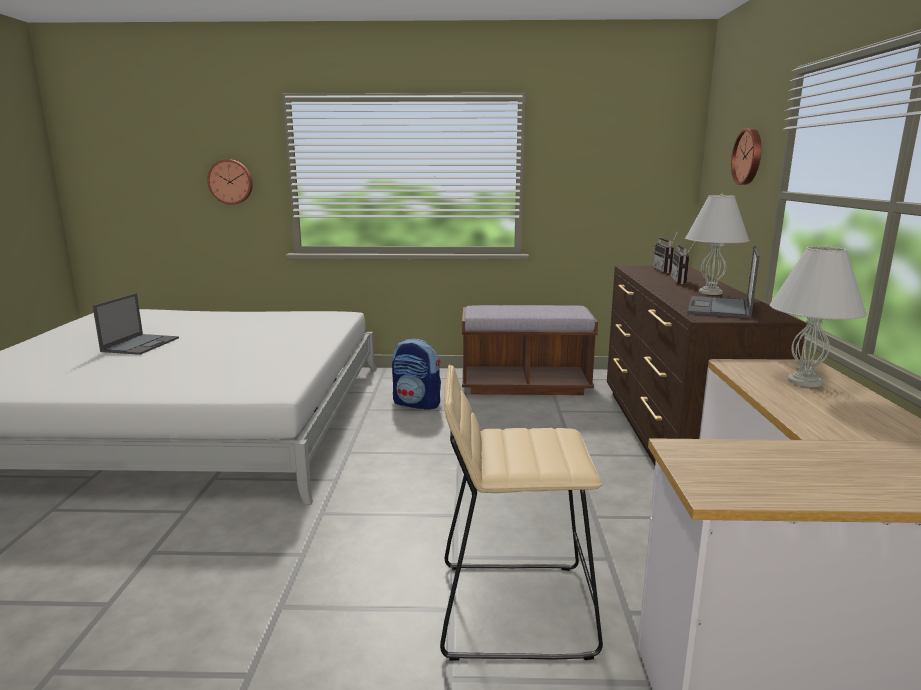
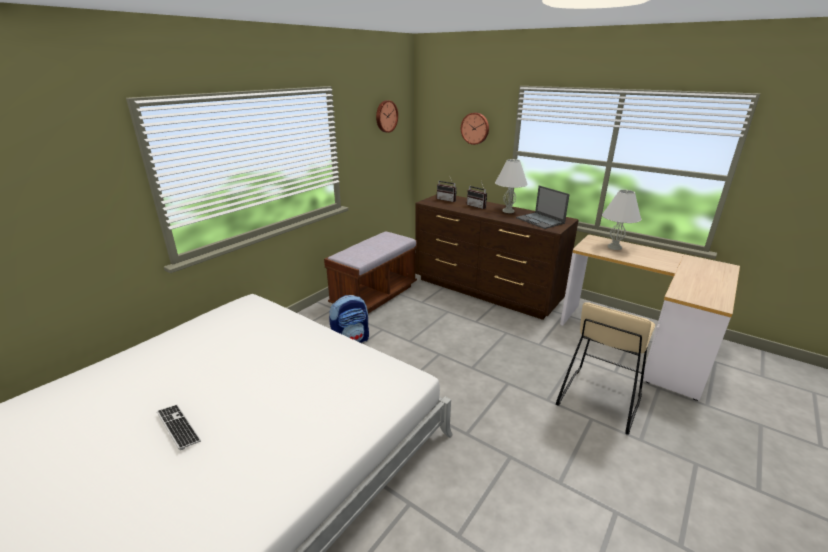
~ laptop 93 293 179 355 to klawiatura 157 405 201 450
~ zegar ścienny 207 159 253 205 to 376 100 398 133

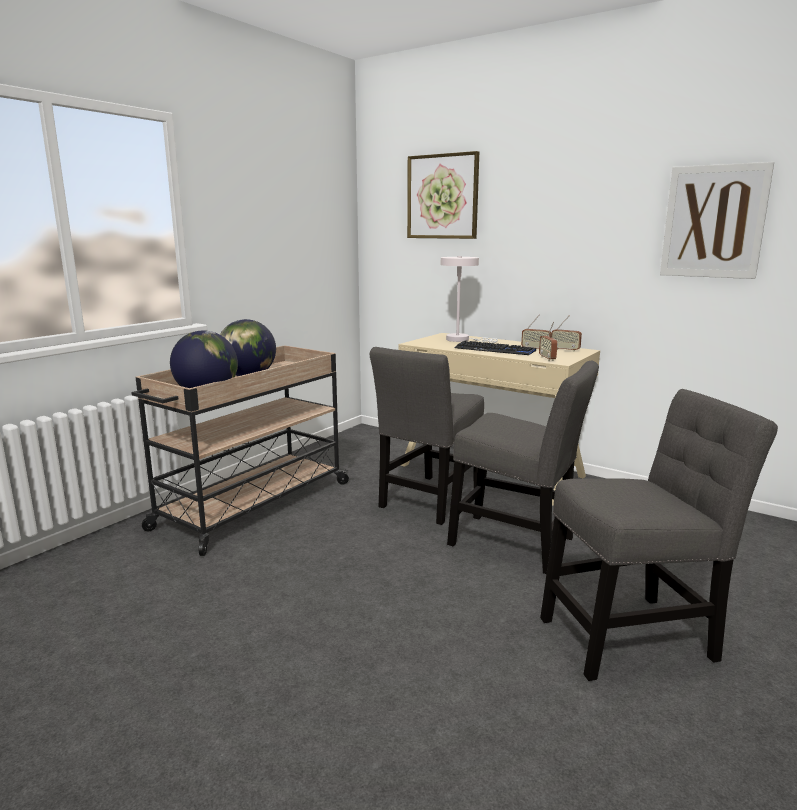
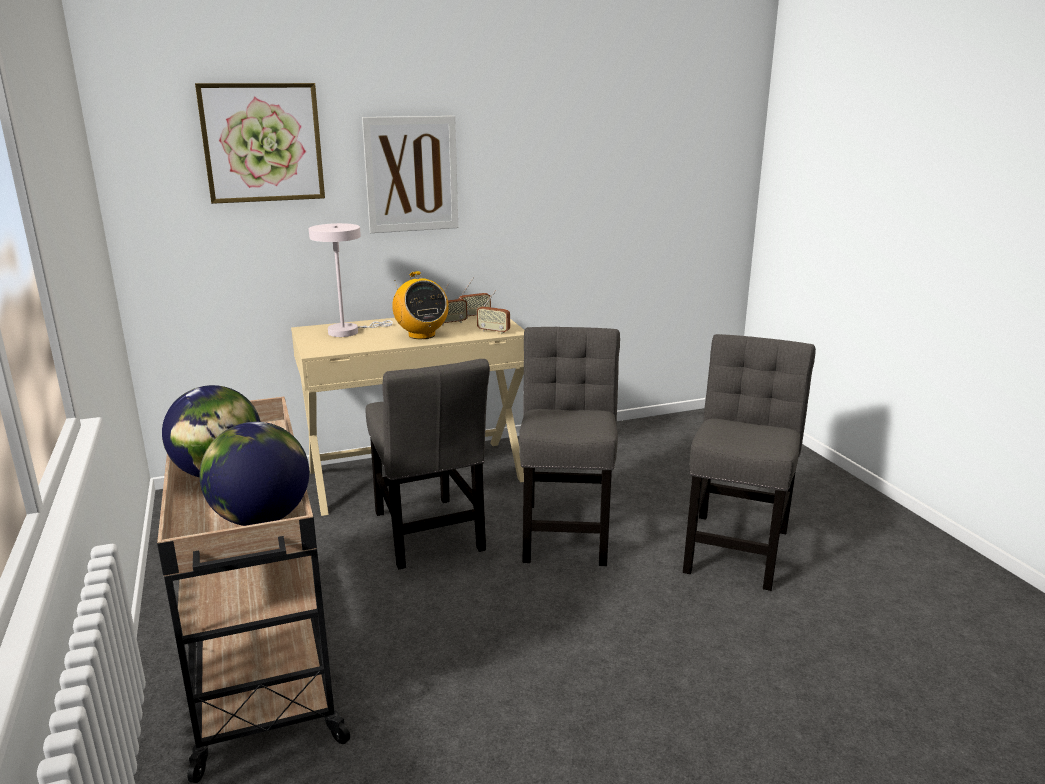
~ krzesło [szary] 447 361 599 574 = 519 327 620 566 60 degrees counterclockwise
~ klawiatura 455 341 536 355 to radio 392 271 449 339
~ obraz 660 162 774 279 to 362 116 458 233

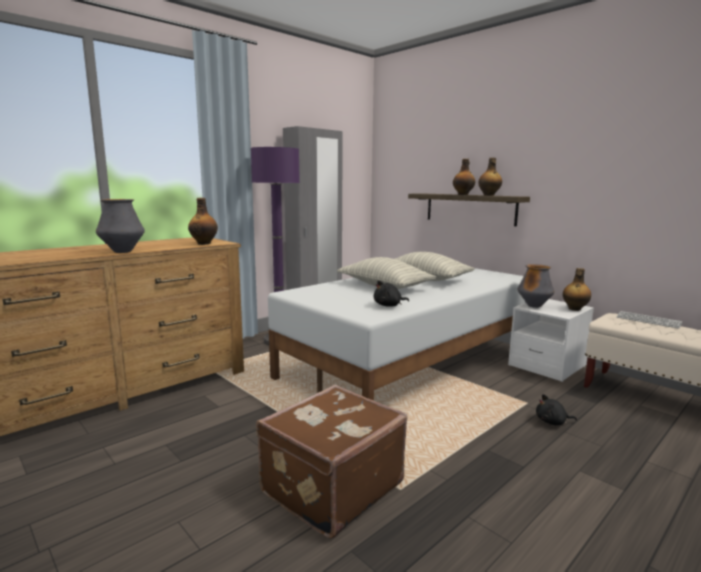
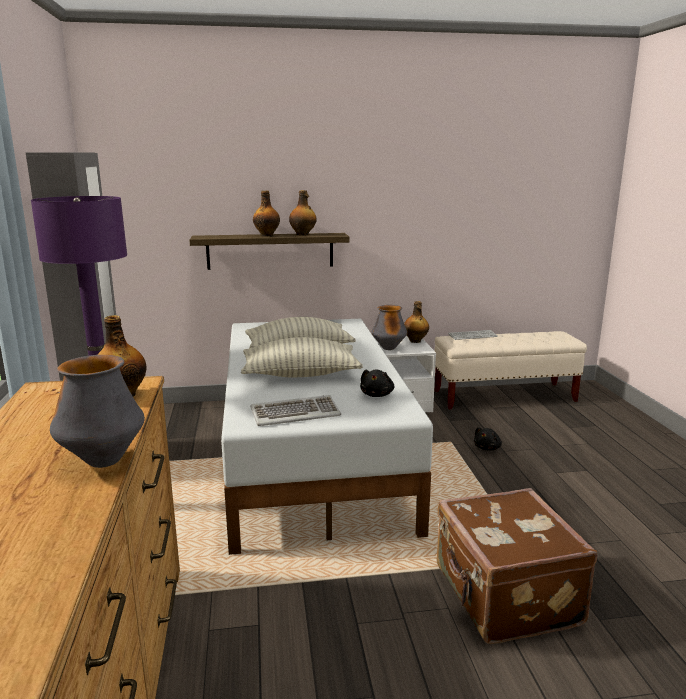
+ klawiatura 250 395 341 426

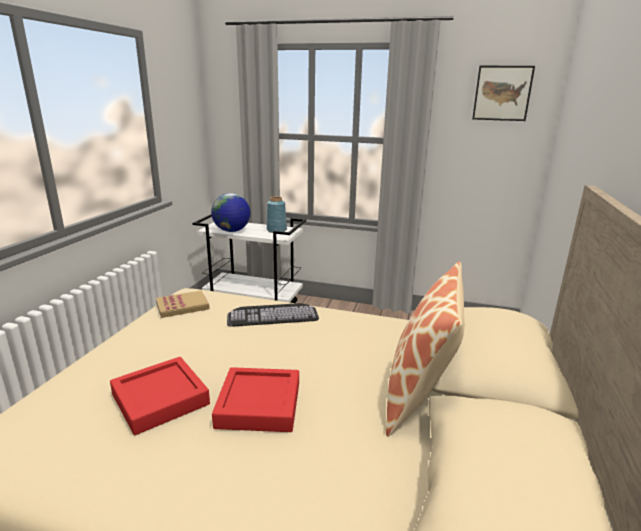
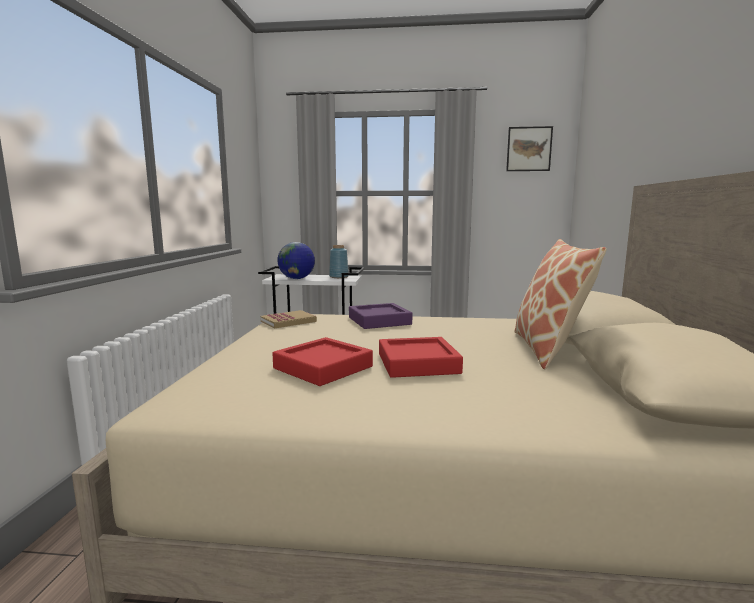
~ klawiatura 227 303 319 327 to taca [fioletowy] 349 303 412 329

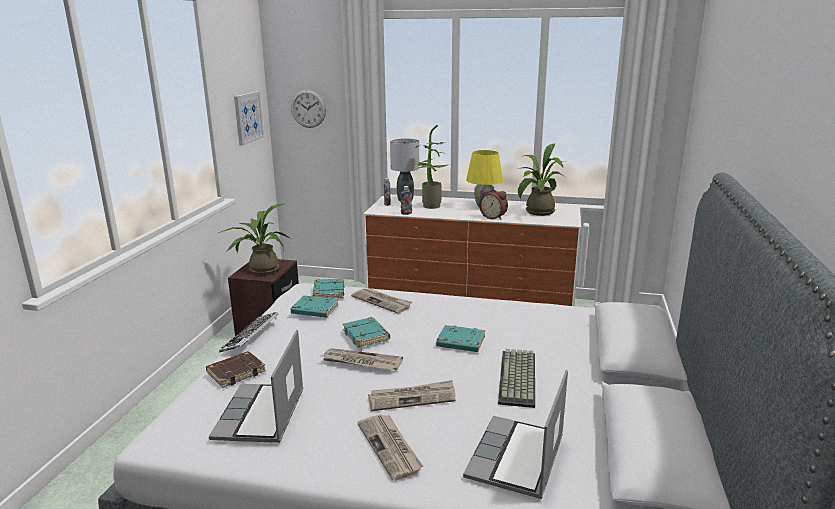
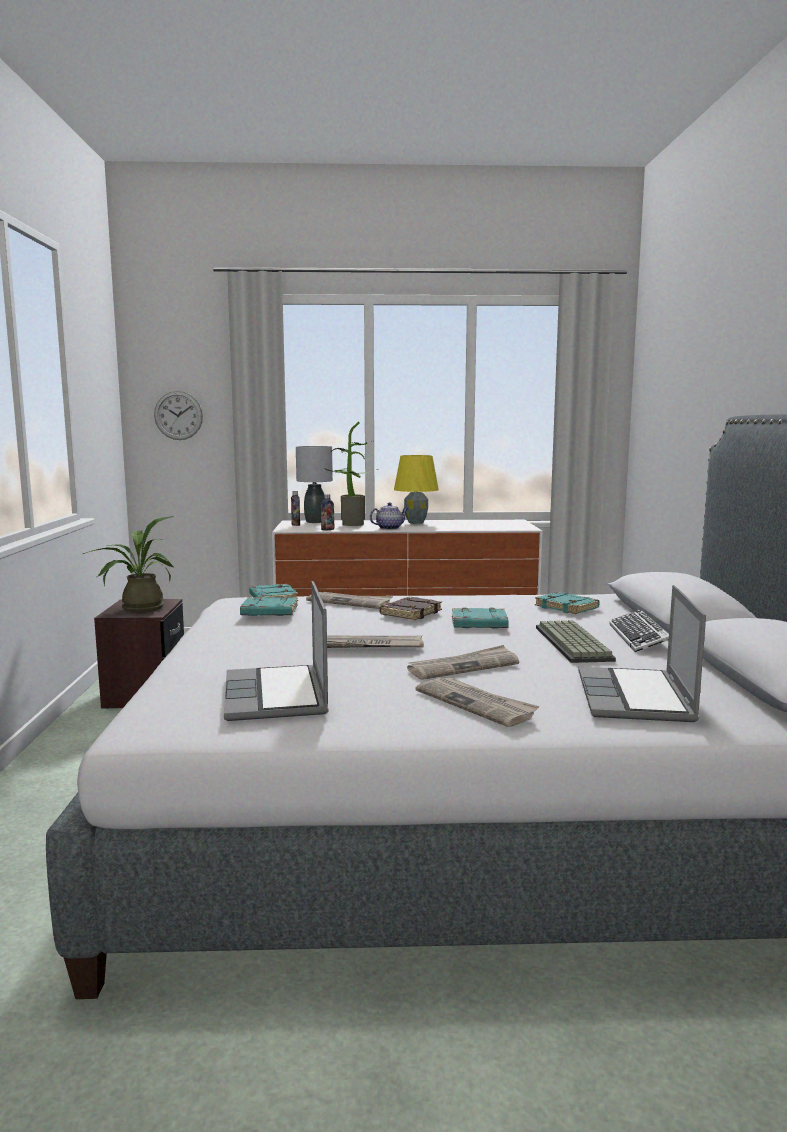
~ książka [brązowy] 206 351 266 388 to 380 597 442 620
~ klawiatura 219 312 278 353 to 609 610 669 652
- obraz 234 91 264 146
~ książka [turkusowy] 342 317 390 348 to 535 592 600 614
- budzik 479 188 508 220
- roślina doniczkowa 518 143 565 216
+ imbryk 370 502 408 530

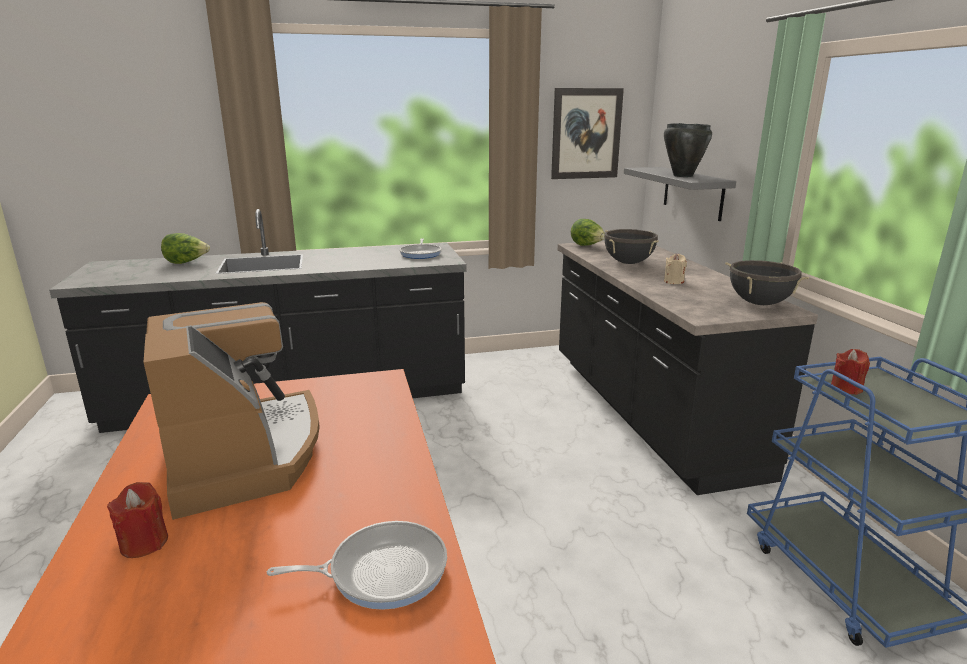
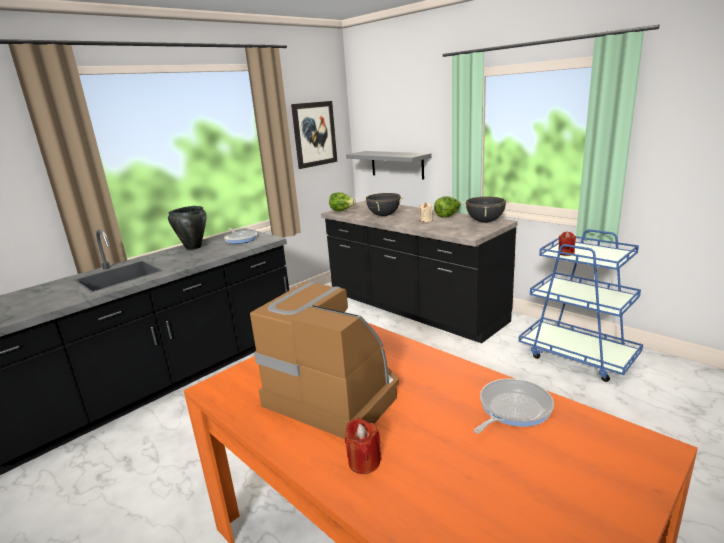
~ sałata 161 233 210 264 to 434 196 460 218
~ garnek [czarny] 664 123 712 177 to 168 206 207 250

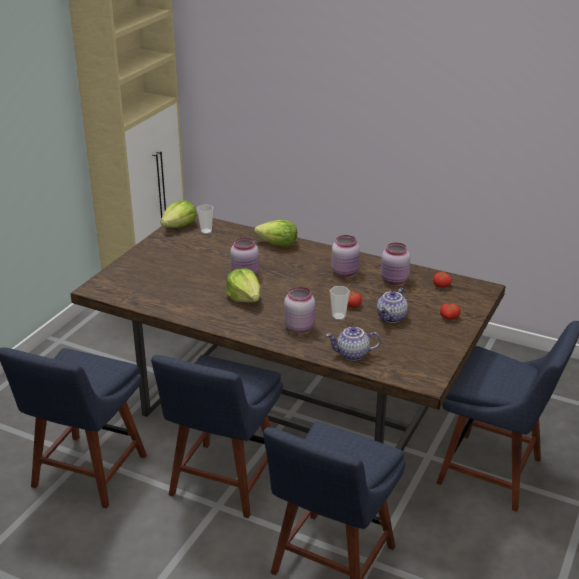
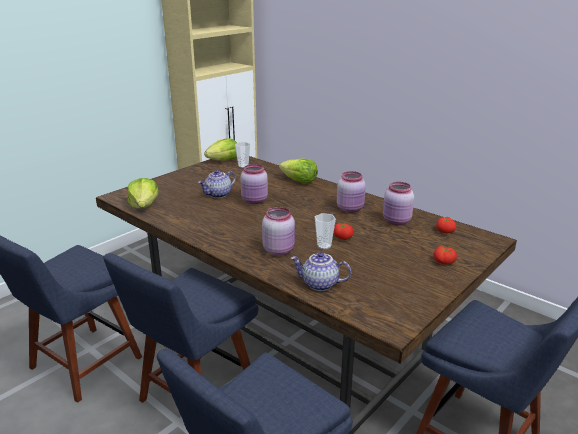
~ sałata 225 268 260 302 to 128 178 159 208
~ imbryk 377 288 408 323 to 198 170 236 198

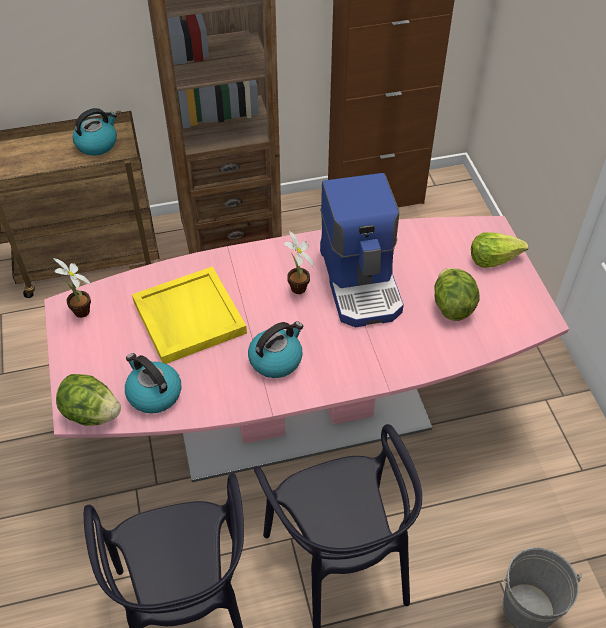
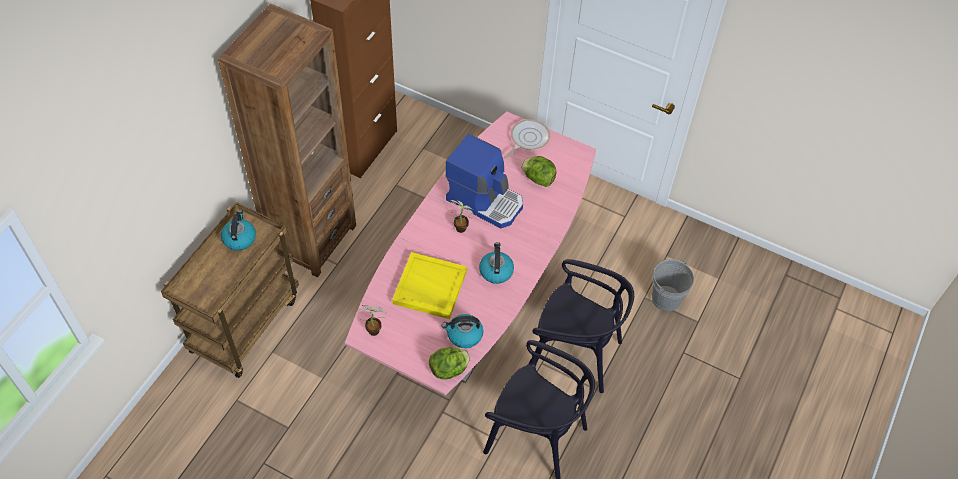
~ sałata 471 232 528 268 to patelnia 504 119 550 158

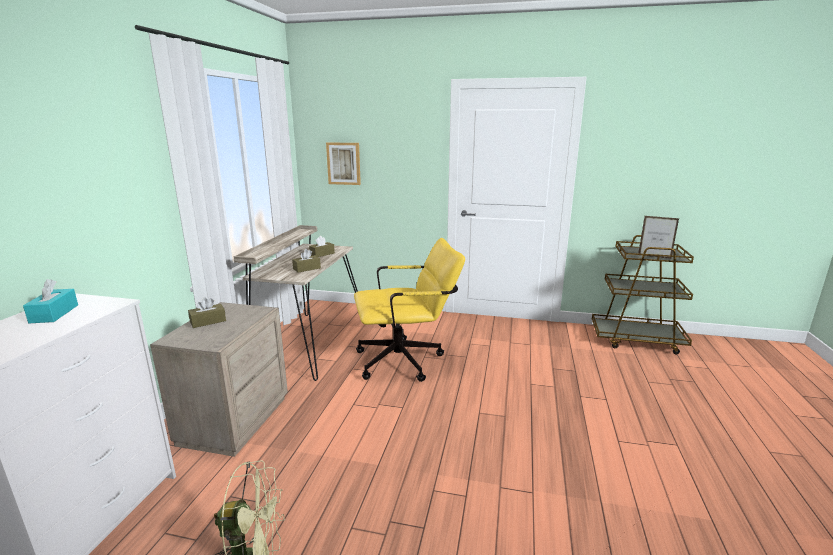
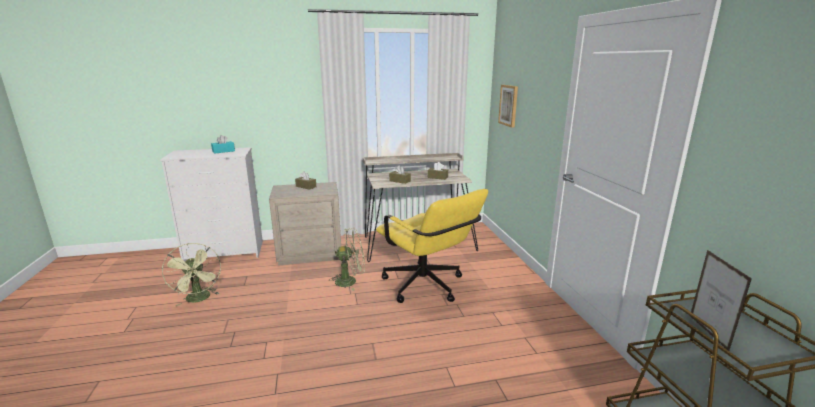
+ wentylator [zielony] 331 228 365 291

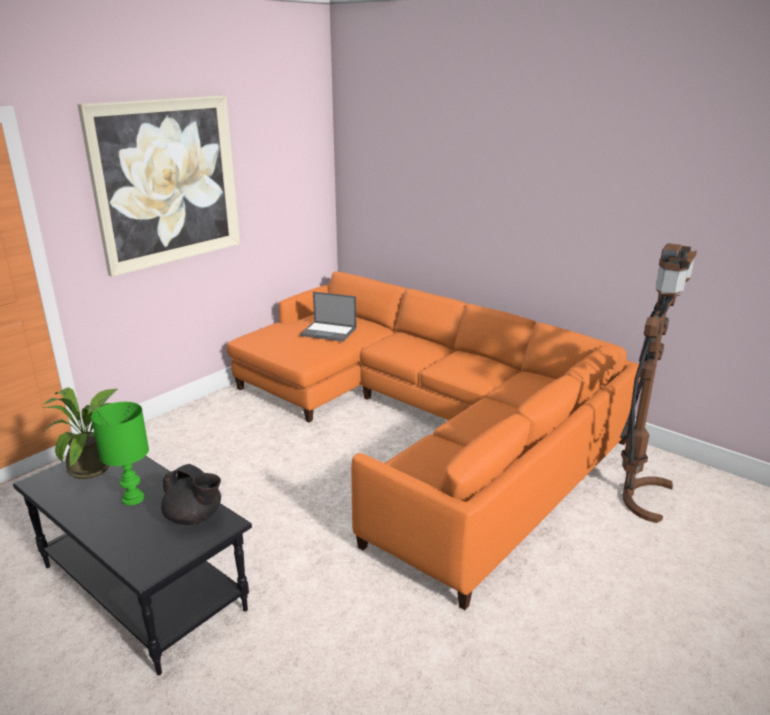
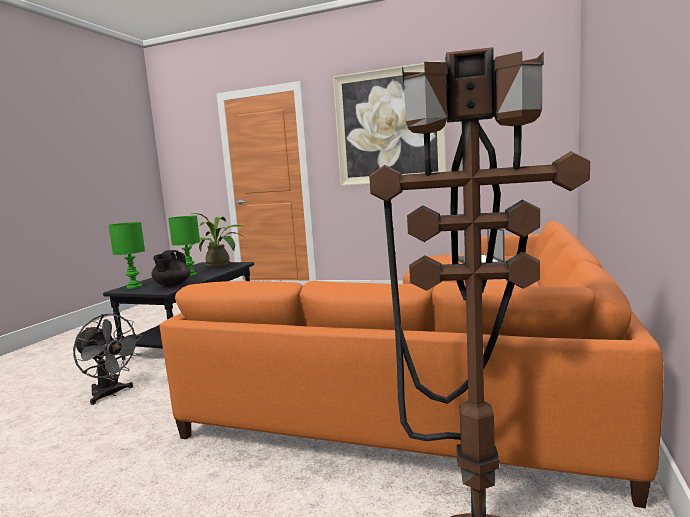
+ wentylator [szary] 73 314 142 405
+ lampa stołowa [zielony] 108 222 145 289

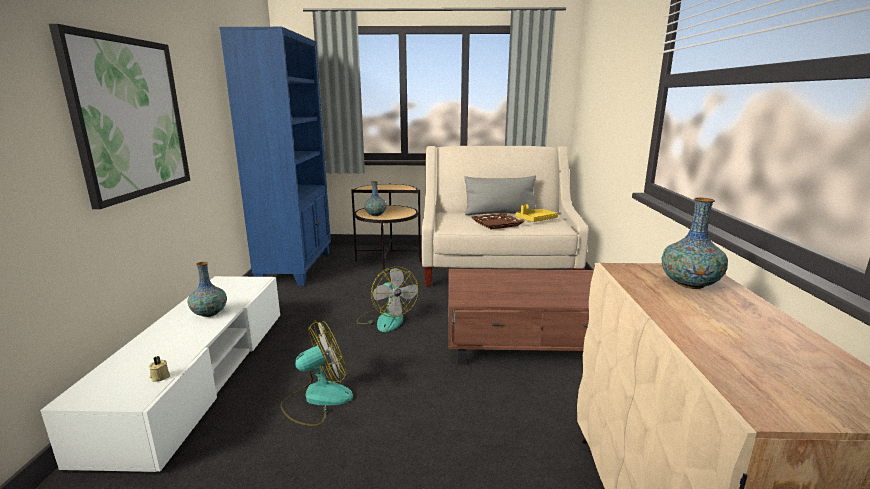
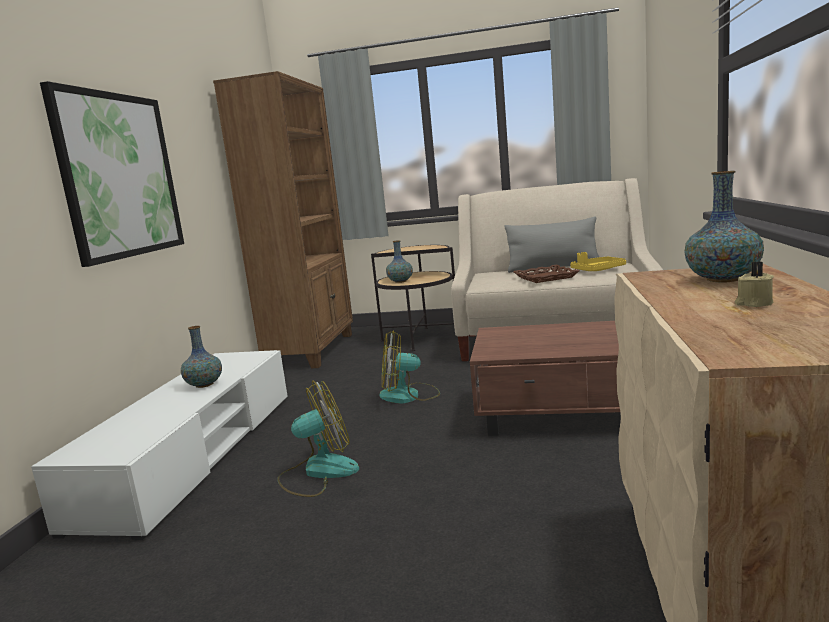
~ świeca [beżowy] 149 356 170 382 to 735 261 774 307
~ regał [niebieski] 219 27 331 286 to regał [brązowy] 213 71 353 368
~ wentylator 356 266 418 332 = 380 331 440 403 105 degrees clockwise

